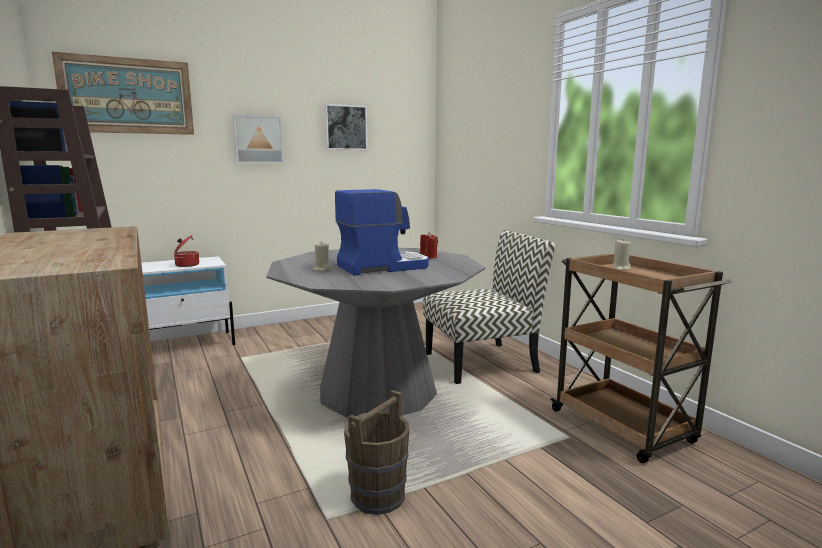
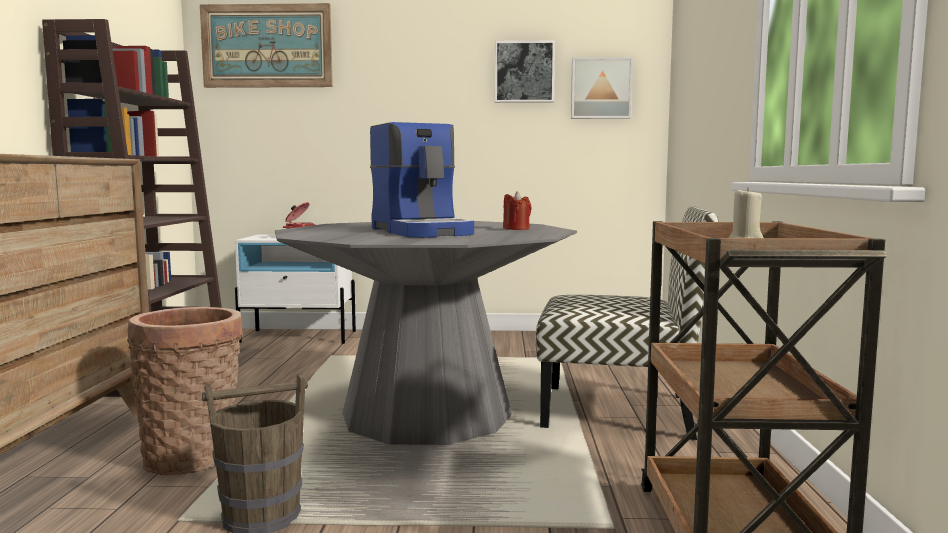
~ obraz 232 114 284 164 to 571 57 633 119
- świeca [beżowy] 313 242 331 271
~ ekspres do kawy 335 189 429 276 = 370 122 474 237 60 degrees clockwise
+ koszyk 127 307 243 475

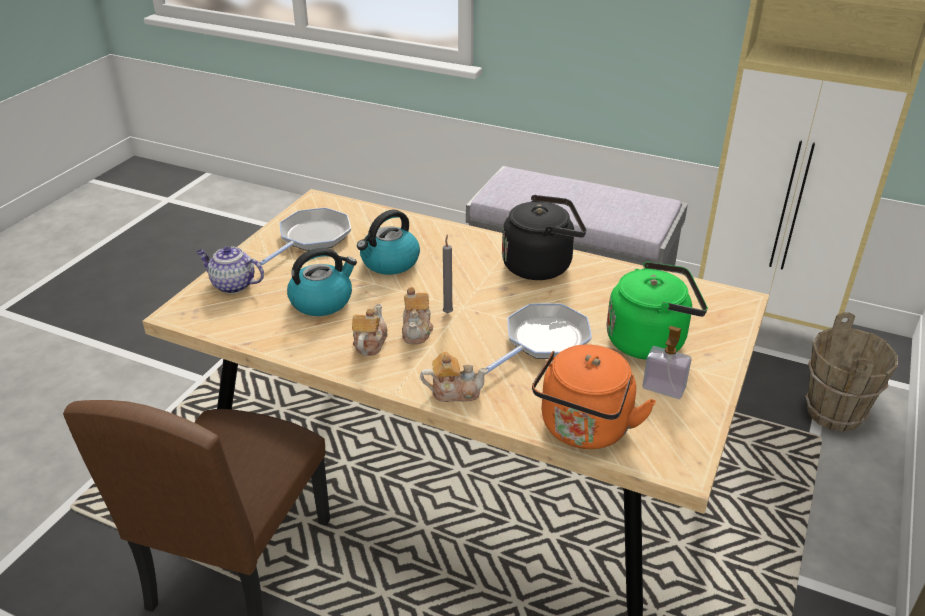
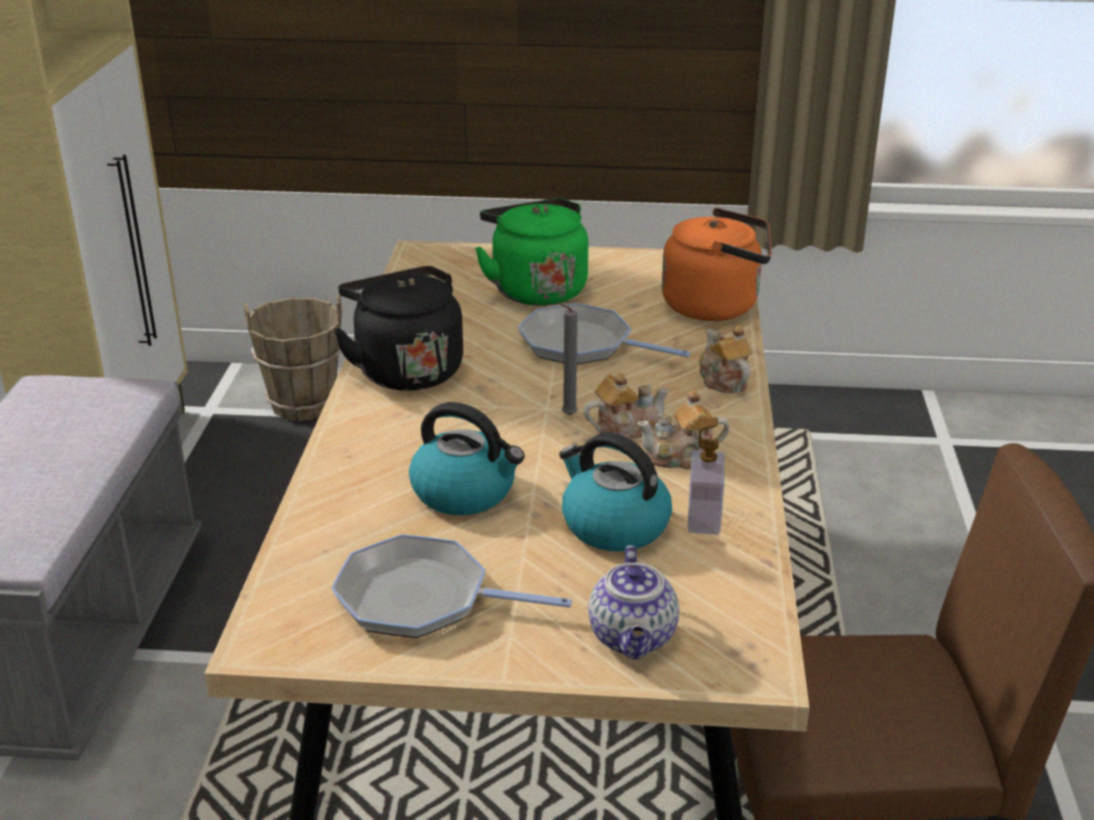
~ dozownik mydła 642 326 692 399 to 688 417 724 535

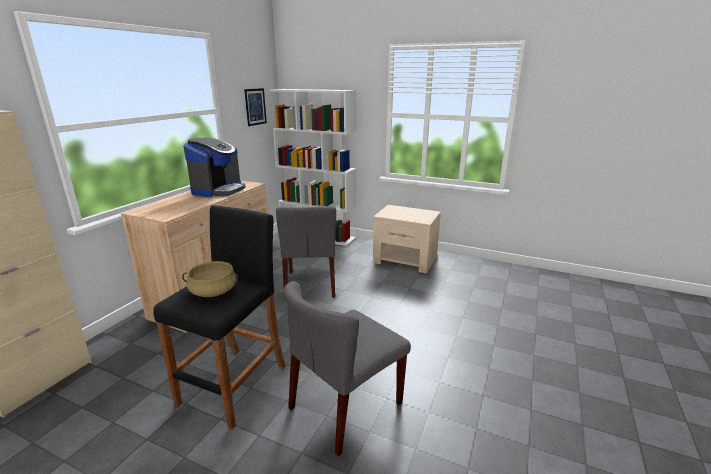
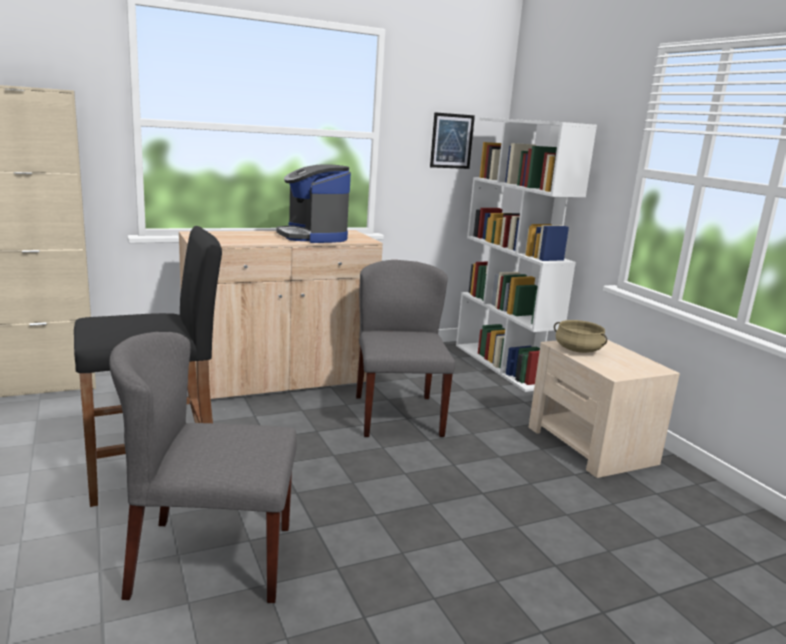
~ garnek [beżowy] 182 261 238 297 to 554 320 607 353
~ ekspres do kawy 183 138 246 197 = 276 164 351 243 90 degrees clockwise
~ krzesło [szary] 276 206 336 299 = 356 260 455 437 135 degrees clockwise

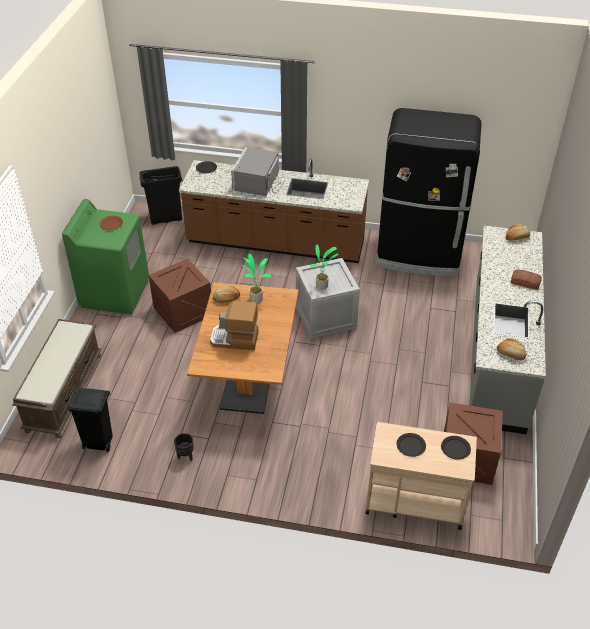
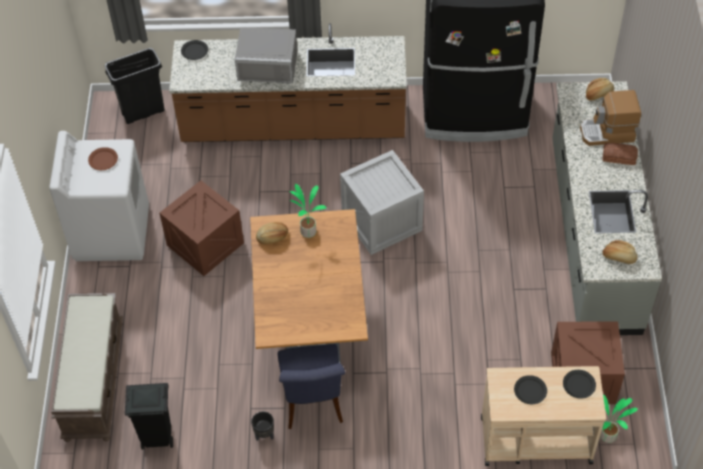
~ pralka [zielony] 62 199 149 315 to pralka [biały] 49 131 149 261
~ ekspres do kawy 210 301 259 350 to 580 90 641 146
~ mikrofalówka [szary] 231 147 285 196 = 235 27 298 83 90 degrees counterclockwise
~ roślina doniczkowa 310 244 338 290 to 600 394 638 443
+ krzesło [niebieski] 278 344 346 429

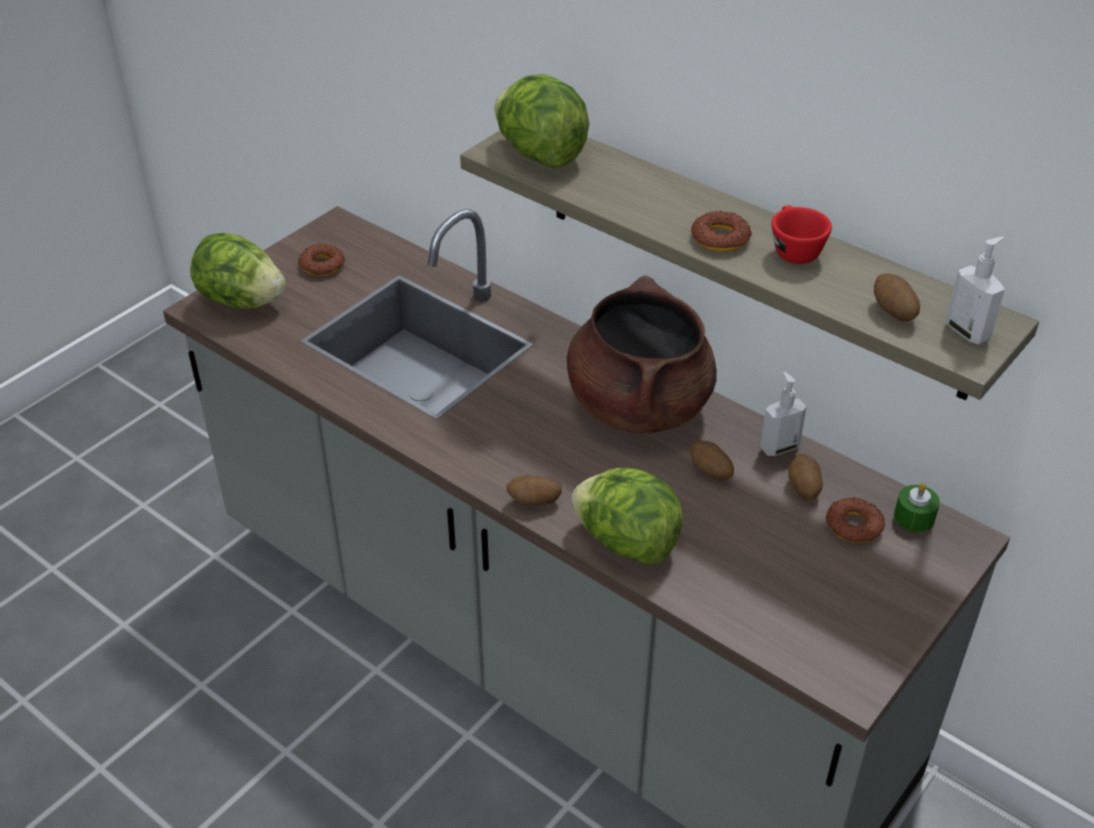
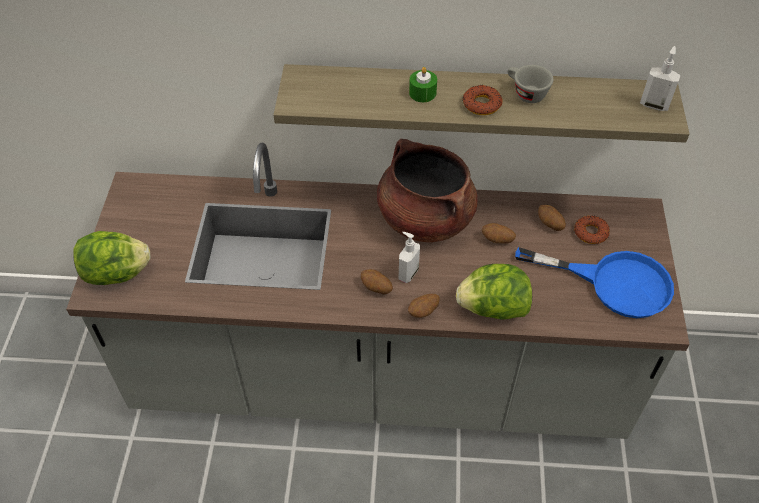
- donut 298 244 345 276
- sałata 494 74 589 168
~ dozownik mydła 760 372 806 456 to 398 232 420 283
~ filiżanka [czerwony] 771 206 832 264 to filiżanka [szary] 507 65 553 103
~ ziemniak 874 273 920 321 to 361 269 393 294
~ świeca [zielony] 894 483 940 532 to 409 67 437 102
+ patelnia [niebieski] 515 247 674 318

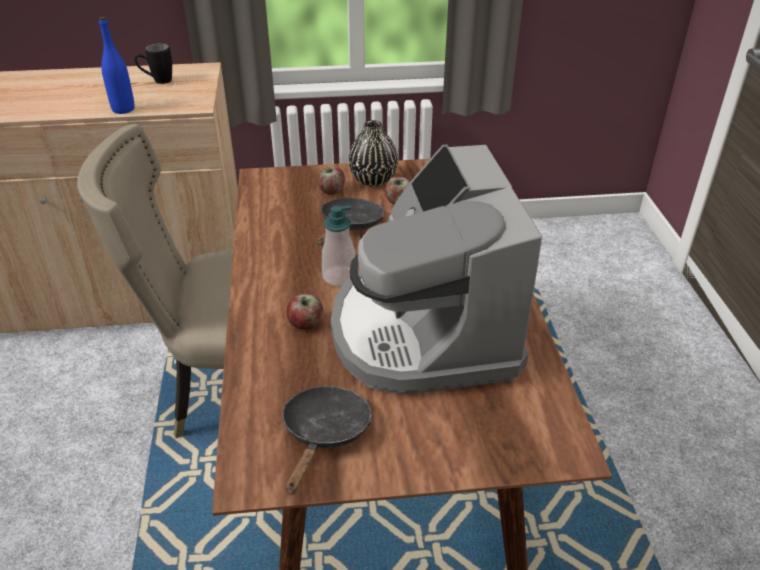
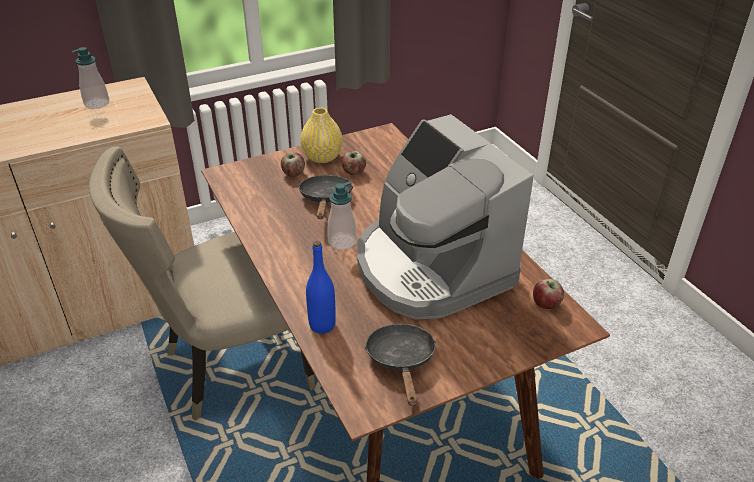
~ butelka [niebieski] 99 17 135 114 to 306 241 336 334
~ kubek [czarny] 134 43 172 84 to dozownik mydła 72 47 109 109
~ jabłko 287 294 323 330 to 533 279 564 309
~ wazon [czarny] 348 120 398 186 to wazon [żółty] 300 108 343 163

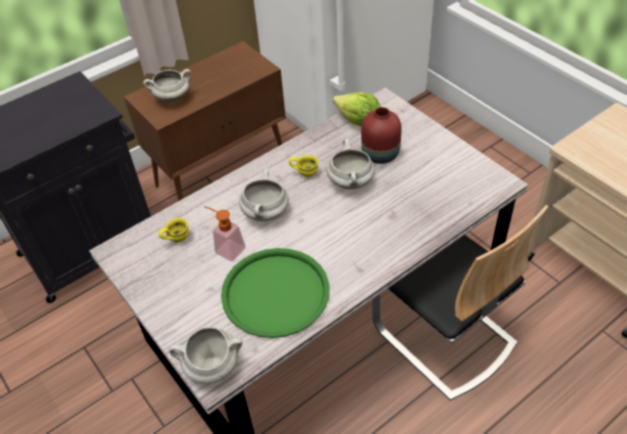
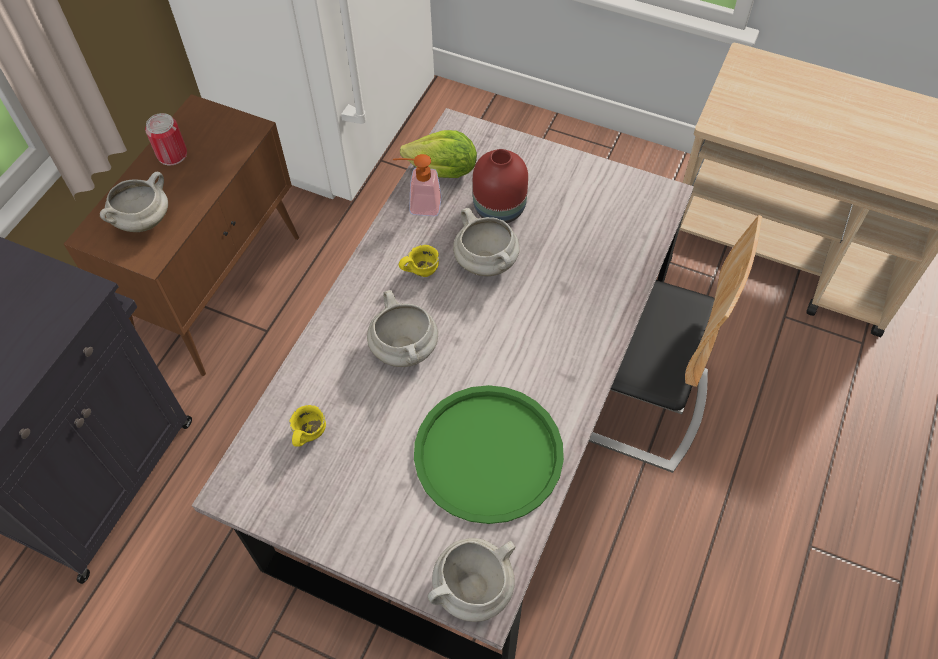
~ dozownik mydła 204 206 246 261 to 393 154 442 216
+ puszka 145 113 187 165

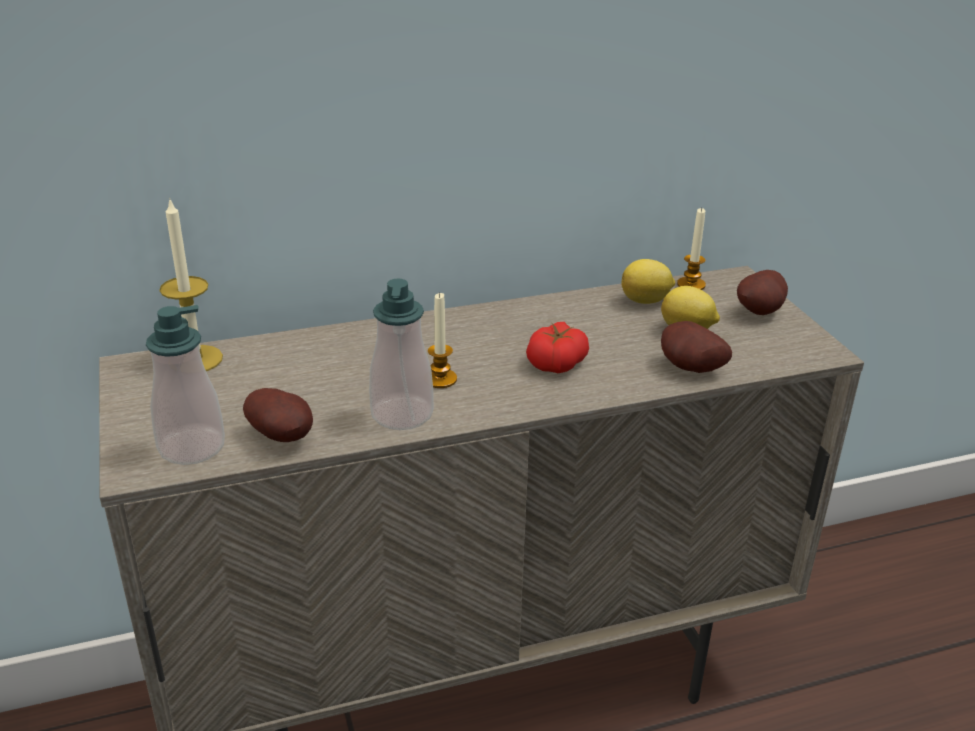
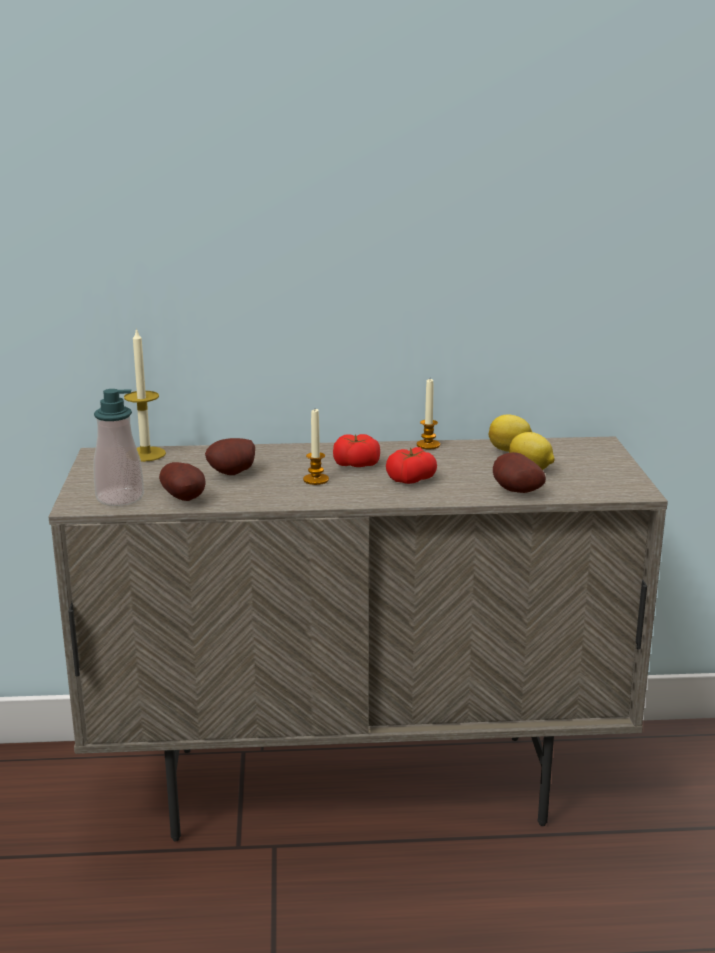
- dozownik mydła 369 278 434 430
~ świeca 677 208 706 290 to 417 379 440 449
~ ziemniak 737 270 788 315 to 205 438 255 475
+ pomidor 333 434 380 467

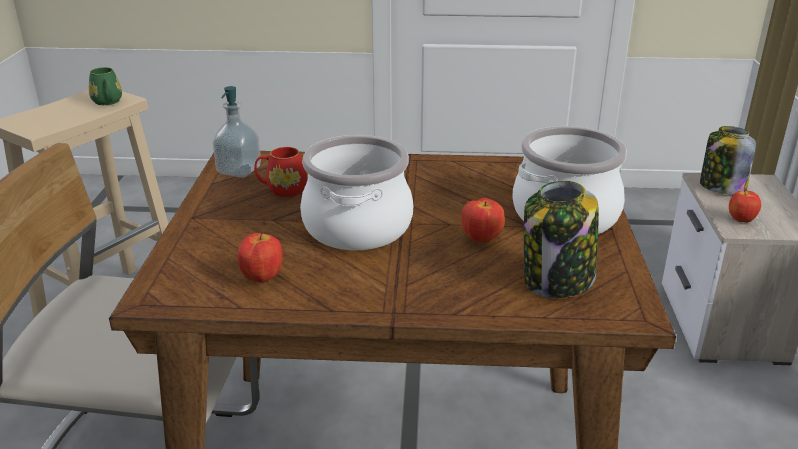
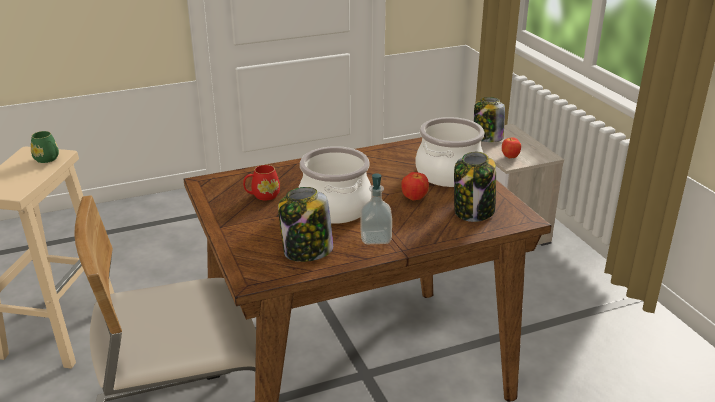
~ dozownik mydła 213 86 261 178 to 360 173 392 244
~ jabłko 238 233 283 283 to słoik 278 187 333 262

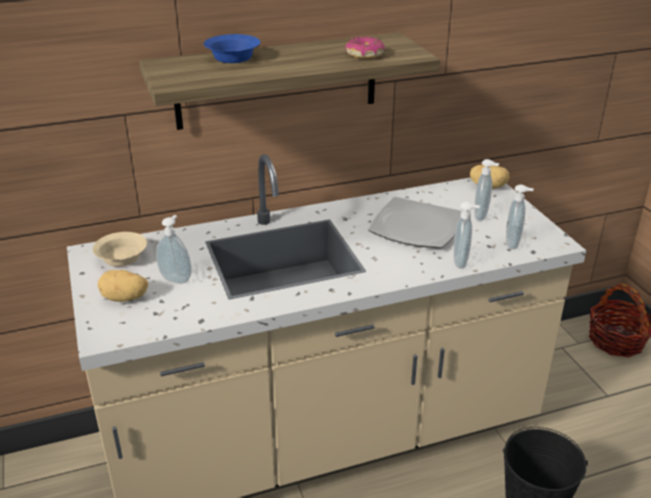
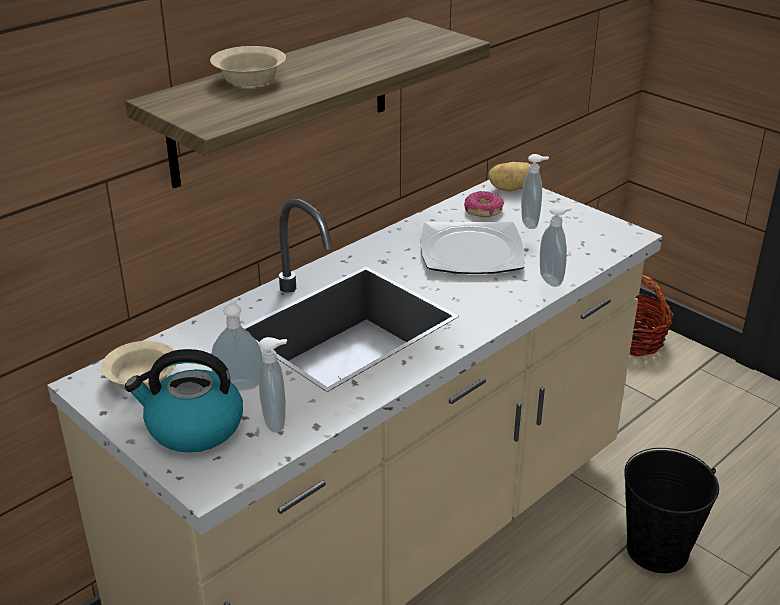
~ ziemniak 98 270 148 302 to czajnik 125 349 243 453
~ miska [niebieski] 204 34 260 63 to miska [beżowy] 210 46 286 86
~ donut 345 36 385 59 to 464 191 504 217
~ dozownik mydła 506 185 534 249 to 258 337 287 433

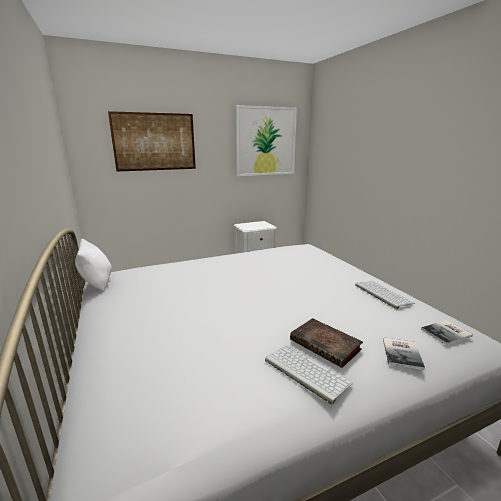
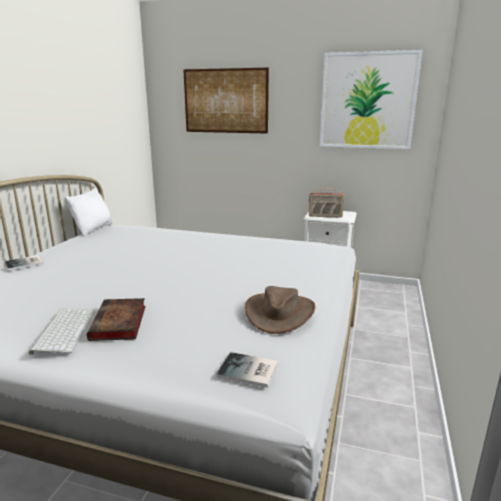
~ klawiatura 355 281 415 309 to kapelusz [brązowy] 245 286 315 334
~ książka 383 337 425 370 to 5 255 44 271
+ radio 309 188 344 217

